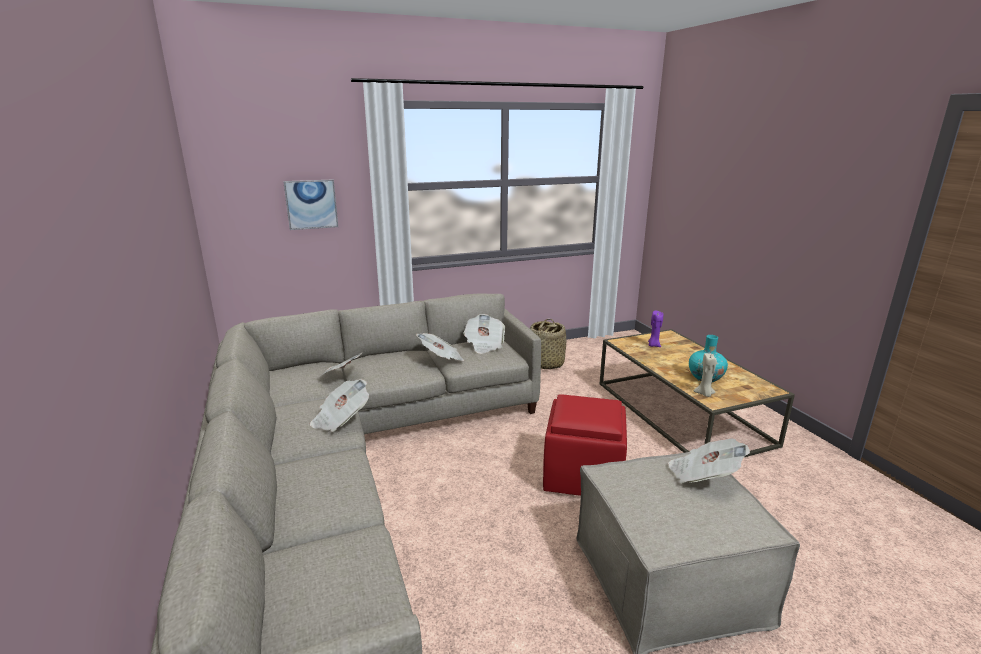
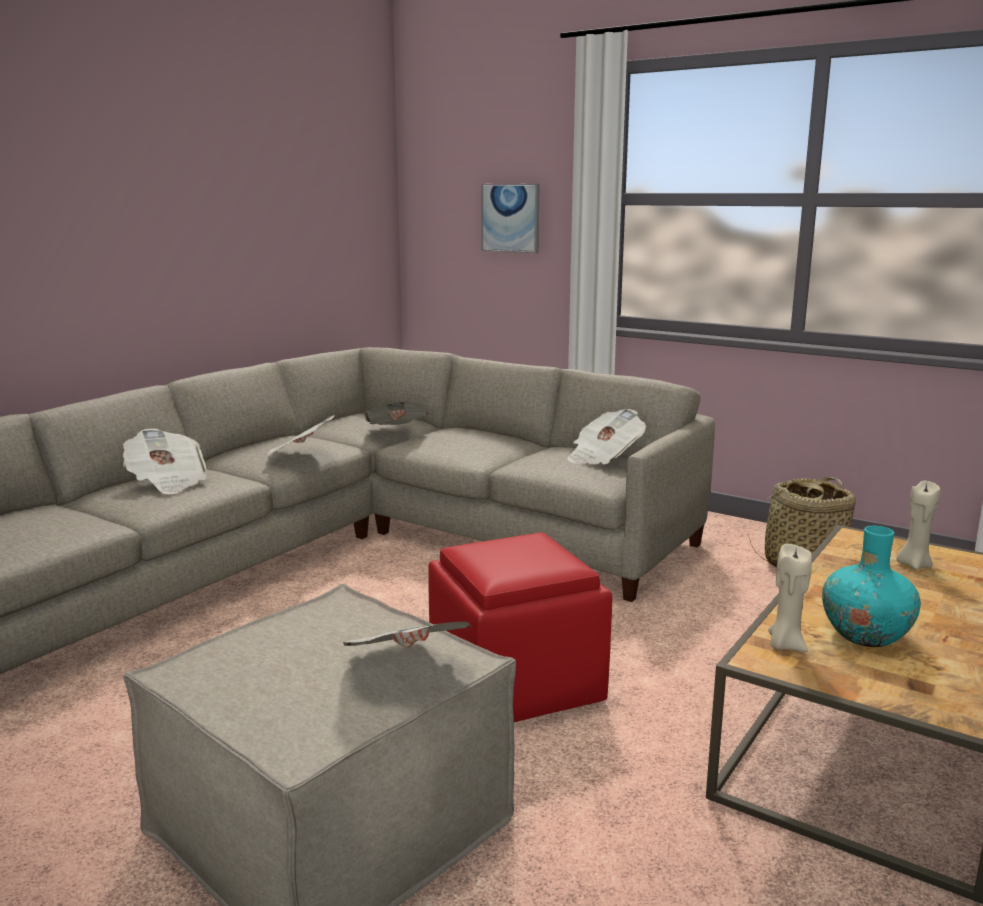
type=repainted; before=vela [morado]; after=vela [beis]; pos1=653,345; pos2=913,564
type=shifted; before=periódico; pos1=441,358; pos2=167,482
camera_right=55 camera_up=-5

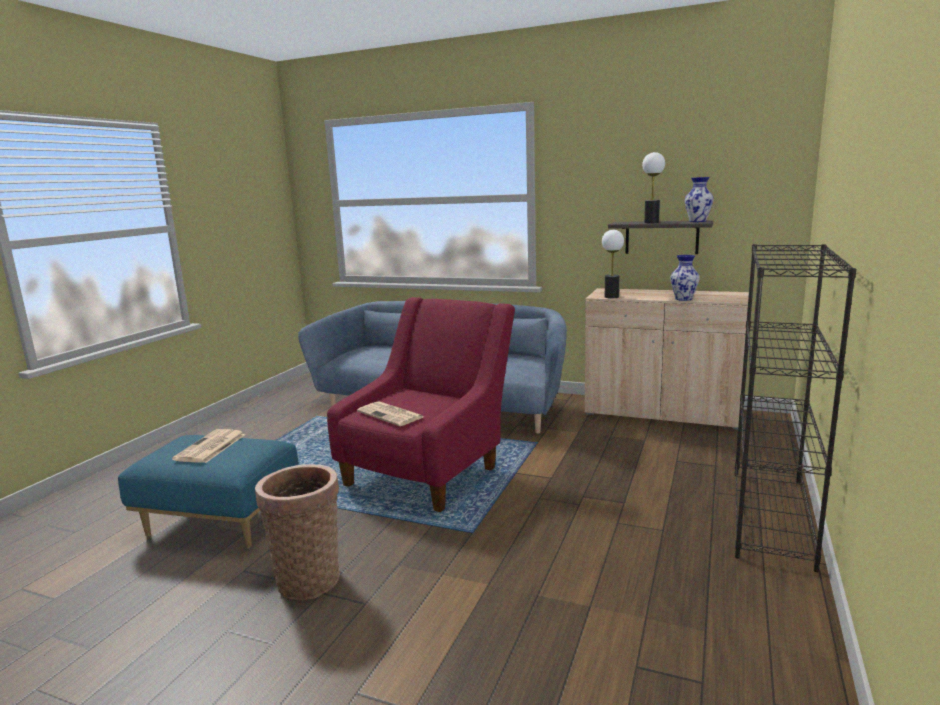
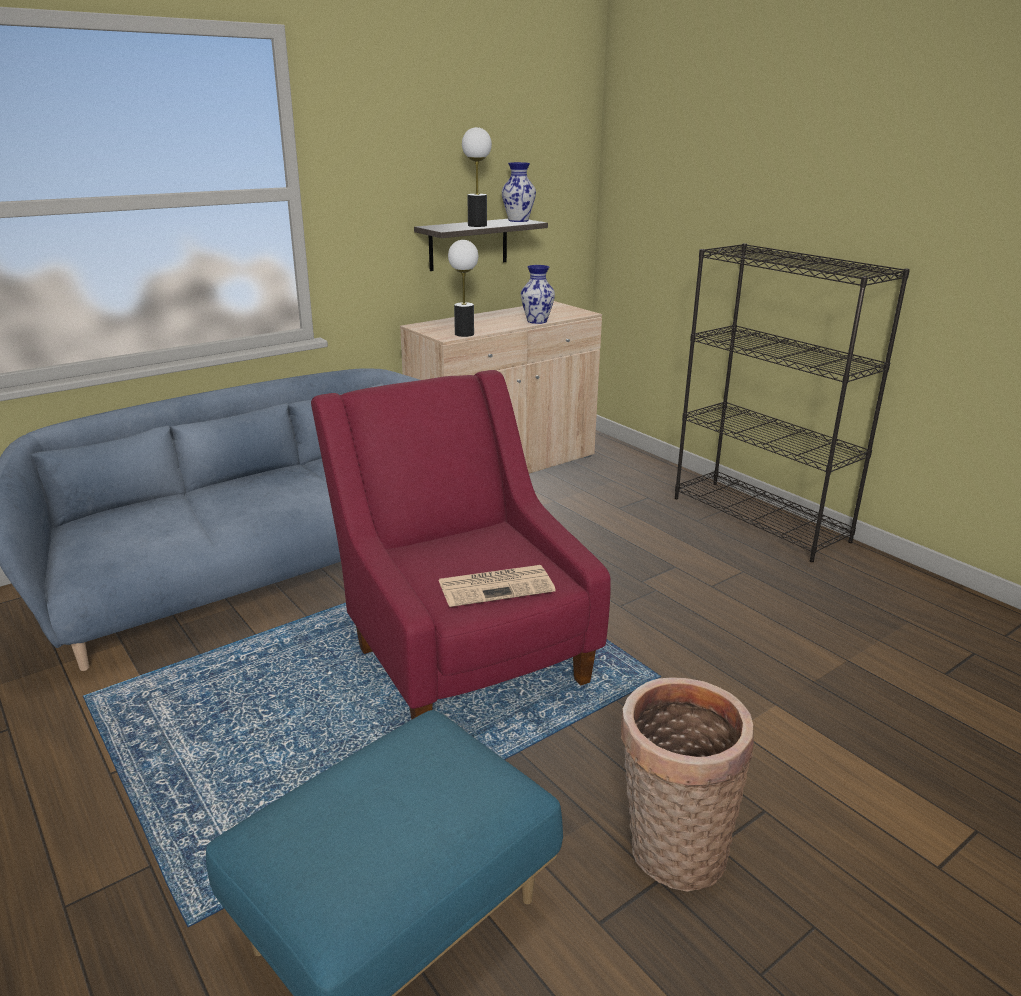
type=gone; before=periódico; pos1=210,447
camera_right=-60 camera_up=10

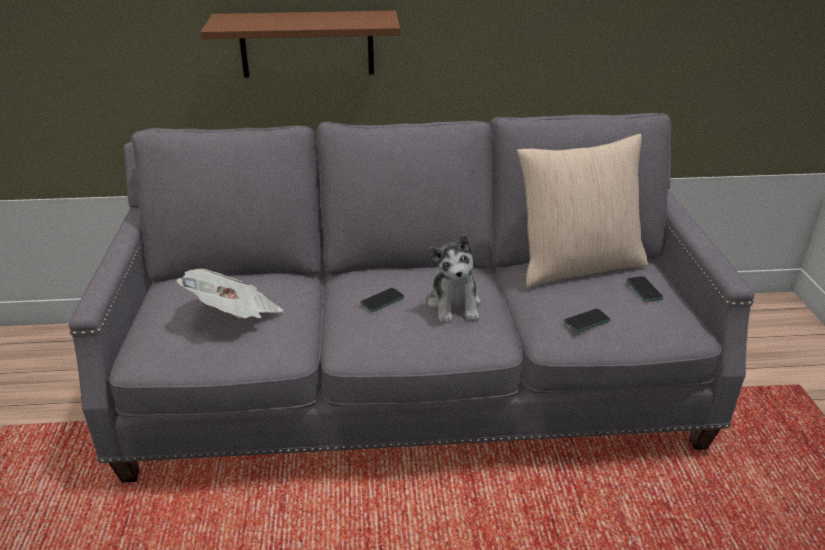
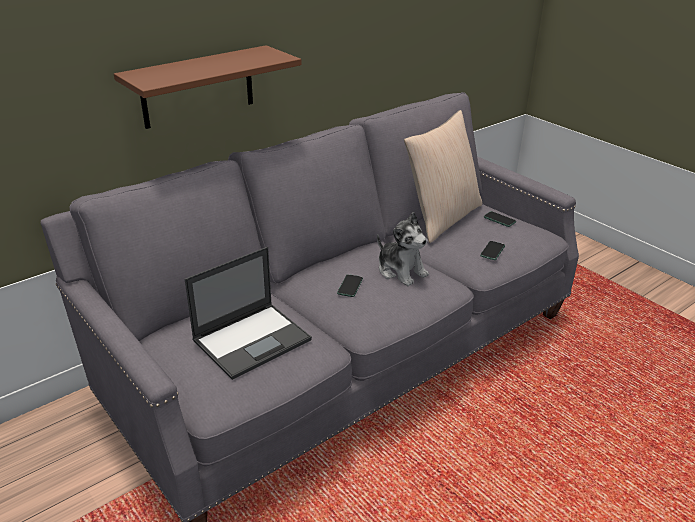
type=swapped; before=periódico; after=portátil; pos1=235,315; pos2=253,339
camera_right=-35 camera_up=0

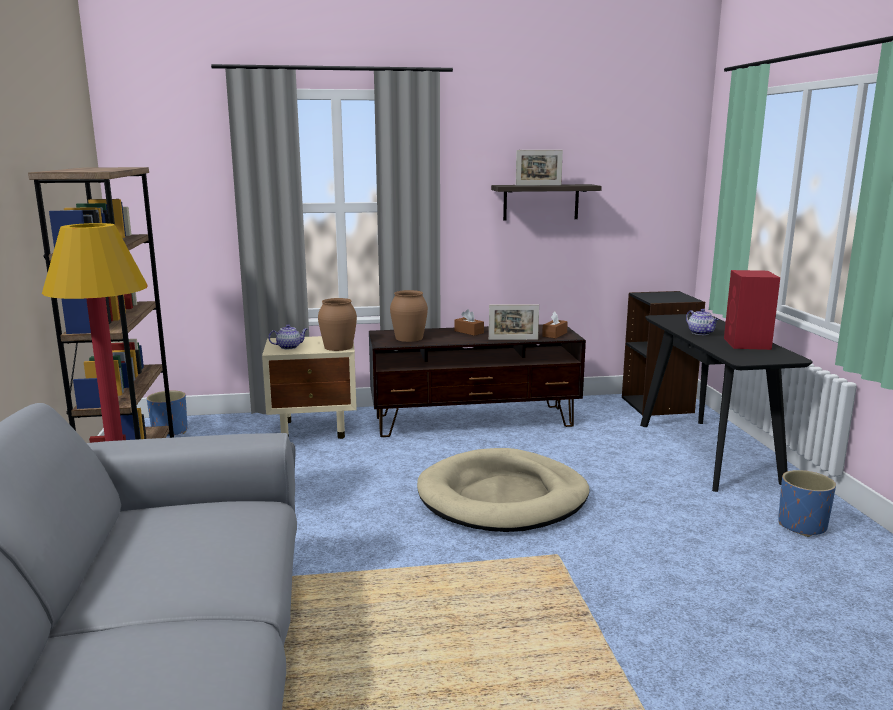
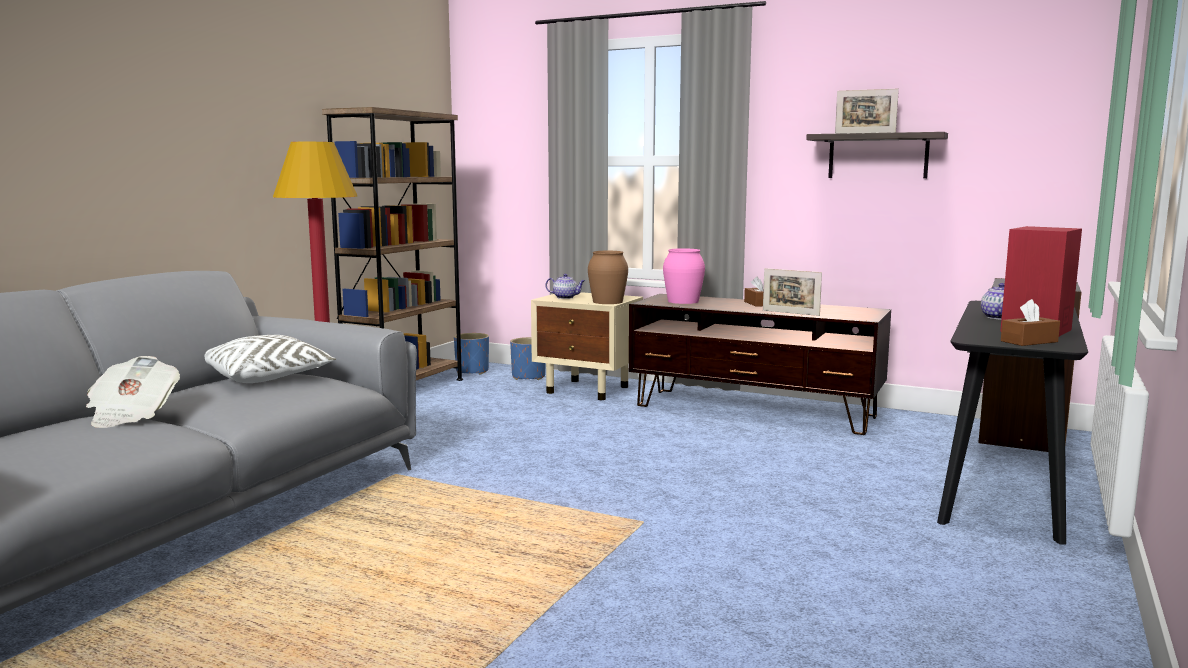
type=repainted; before=florero [marrón]; after=florero [rosa]; pos1=409,338; pos2=683,301
type=shifted; before=caja de pañuelos [marrón]; pos1=554,334; pos2=1029,341
type=gone; before=cama para perro [beis]; pos1=503,497
type=shifted; before=maceta [azul]; pos1=802,526; pos2=528,377
type=new; after=cojín [blanco]; pos2=268,377
type=new; after=periódico; pos2=132,415
camera_right=35 camera_up=-5

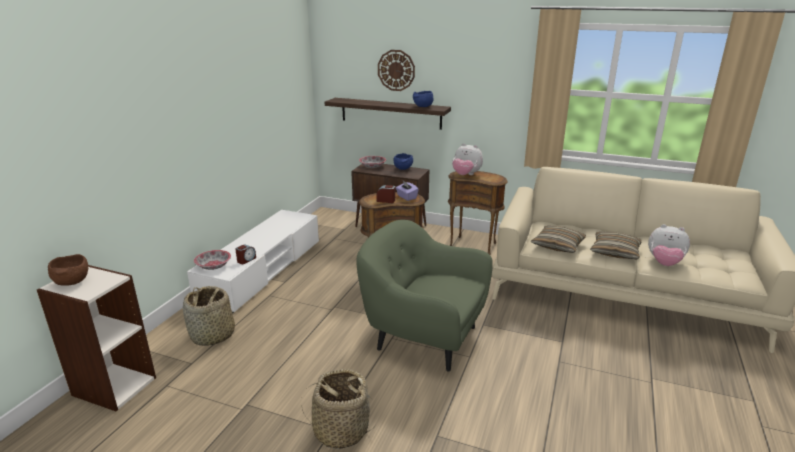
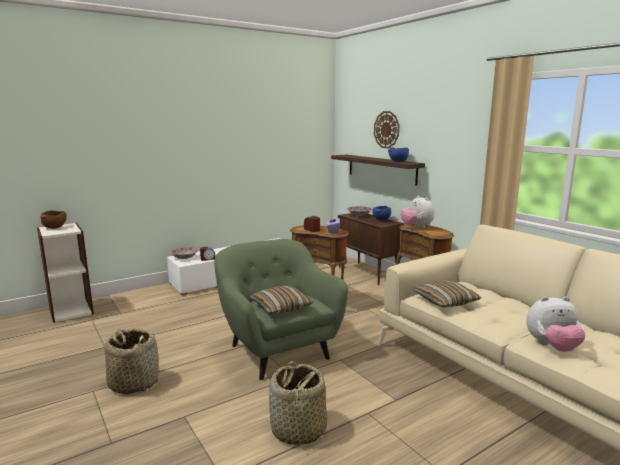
type=rotated; before=peluche; pos1=664,263; pos2=552,347; turn=-60
type=shifted; before=cojín; pos1=615,252; pos2=281,307
type=shifted; before=cesta; pos1=212,335; pos2=298,430
camera_right=35 camera_up=-10

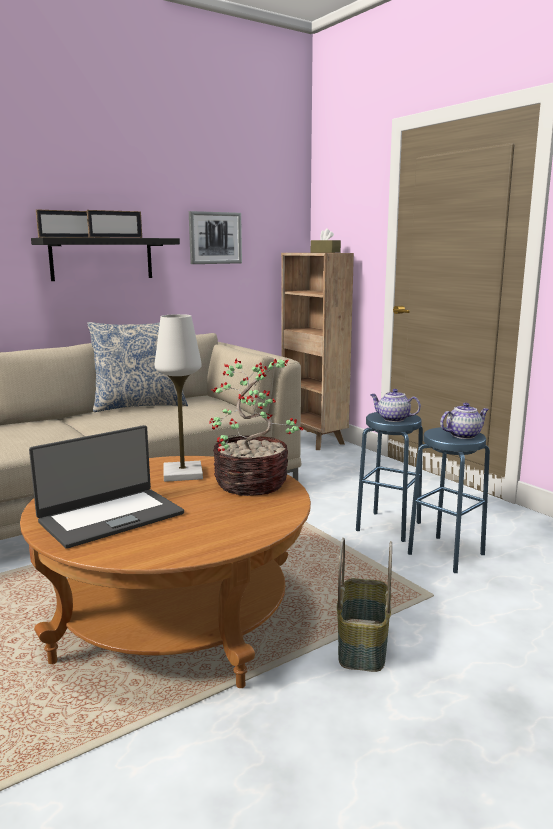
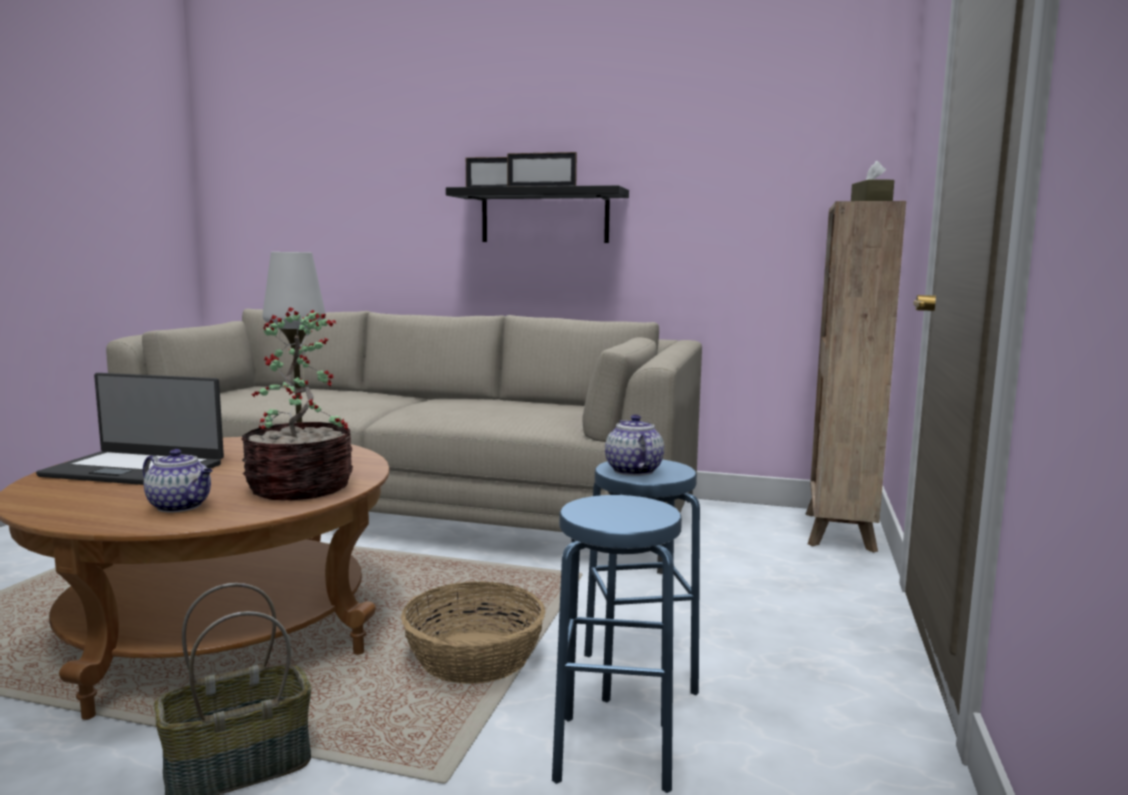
type=gone; before=cuadro; pos1=215,238
type=gone; before=cojín; pos1=140,406
type=shifted; before=tetera; pos1=463,435; pos2=181,506
type=new; after=cesta; pos2=473,658
camera_right=50 camera_up=-5

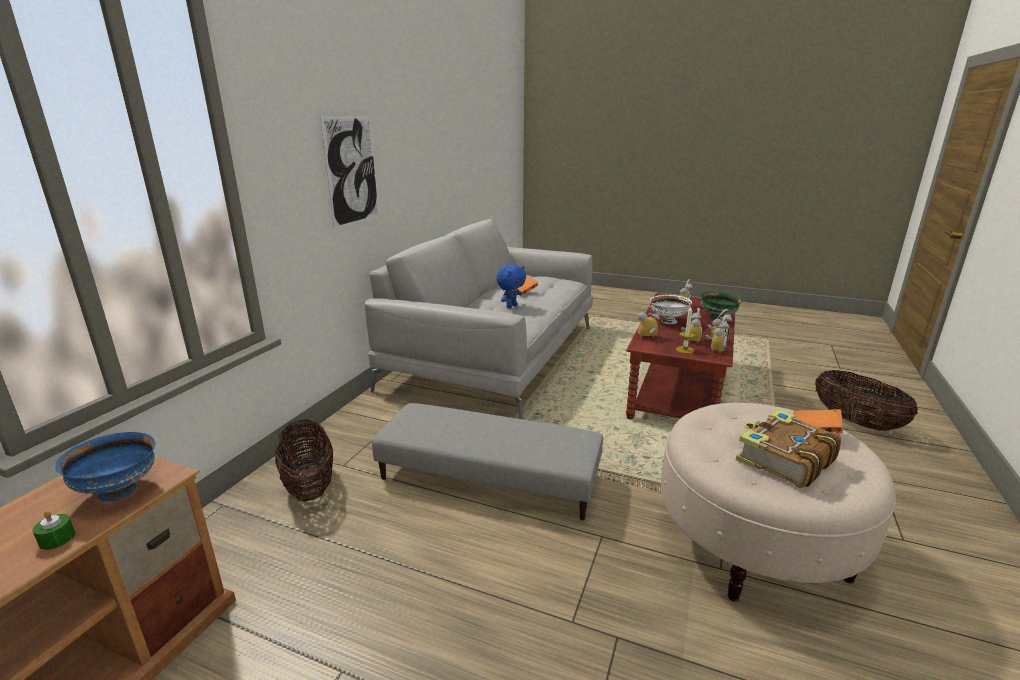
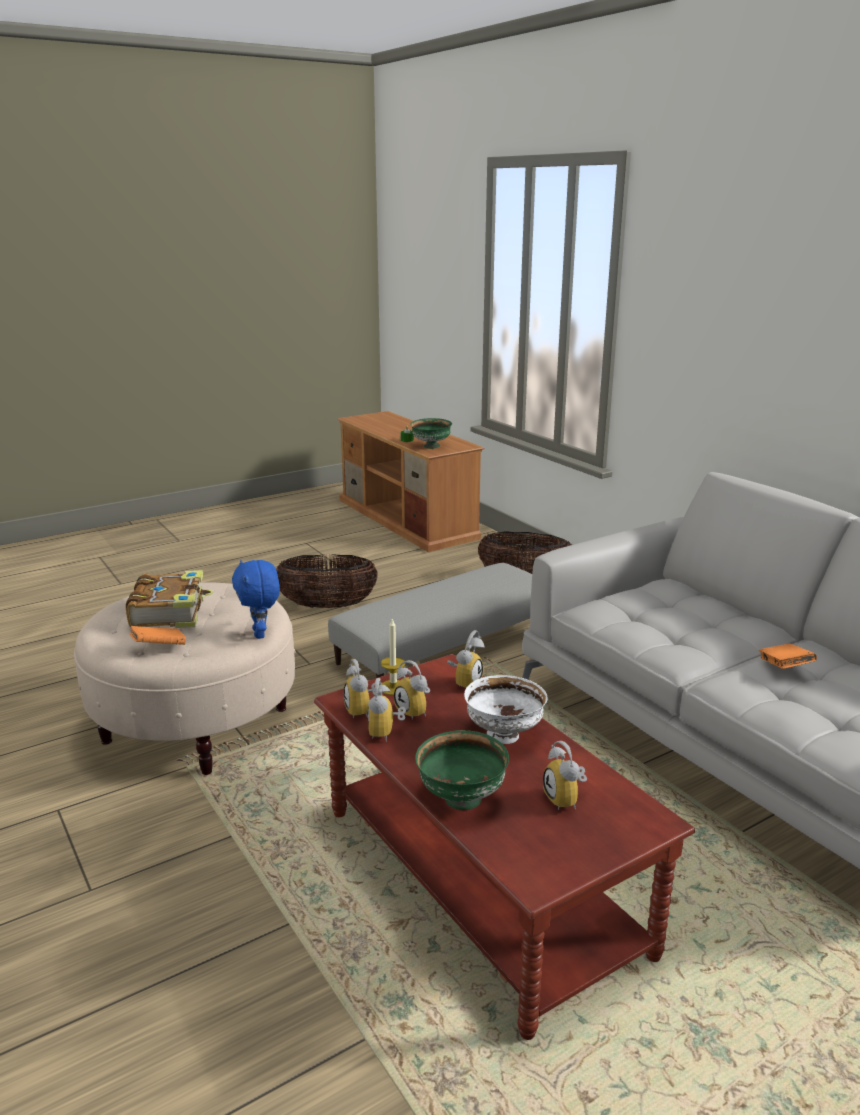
type=gone; before=cuadro; pos1=352,171
type=shifted; before=peluche [azul]; pos1=511,306; pos2=261,634
type=shifted; before=cesta; pos1=856,422; pos2=327,606
type=repainted; before=cuenco [azul]; after=cuenco [verde]; pos1=120,490; pos2=431,446
camera_right=125 camera_up=0

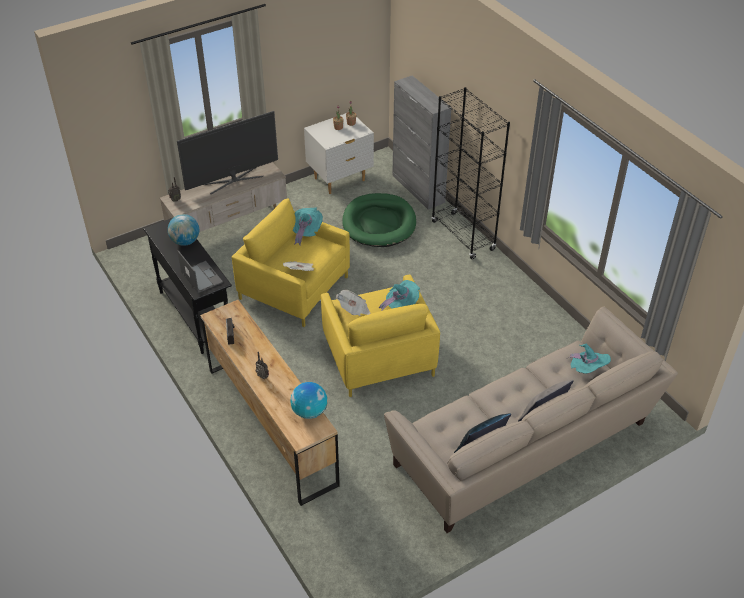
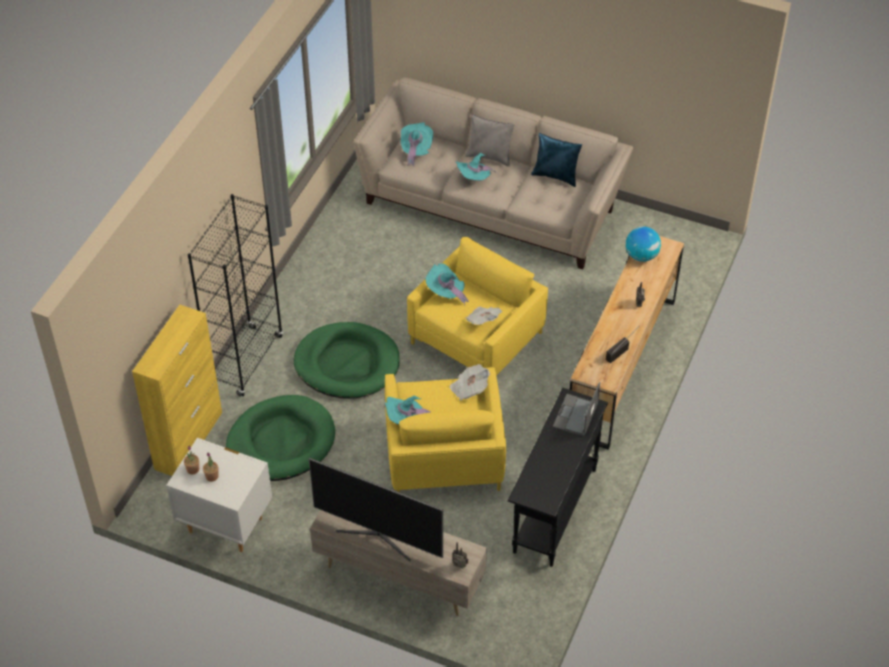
type=repainted; before=armario [gris]; after=armario [amarillo]; pos1=418,189; pos2=189,440
type=gone; before=globo terráqueo; pos1=185,241
type=new; after=sombrero [turquesa]; pos2=474,179
type=new; after=cama para perro [verde]; pos2=347,364
camera_right=-125 camera_up=5

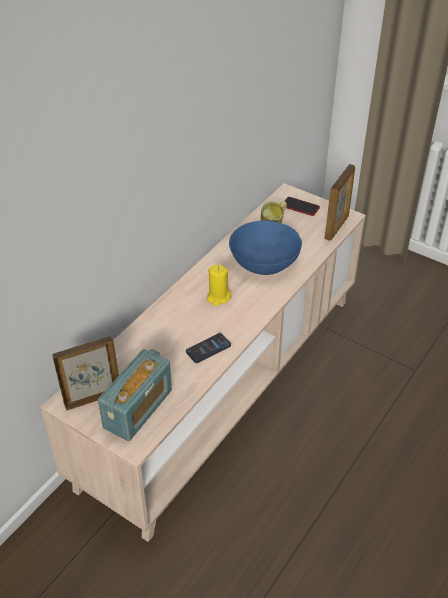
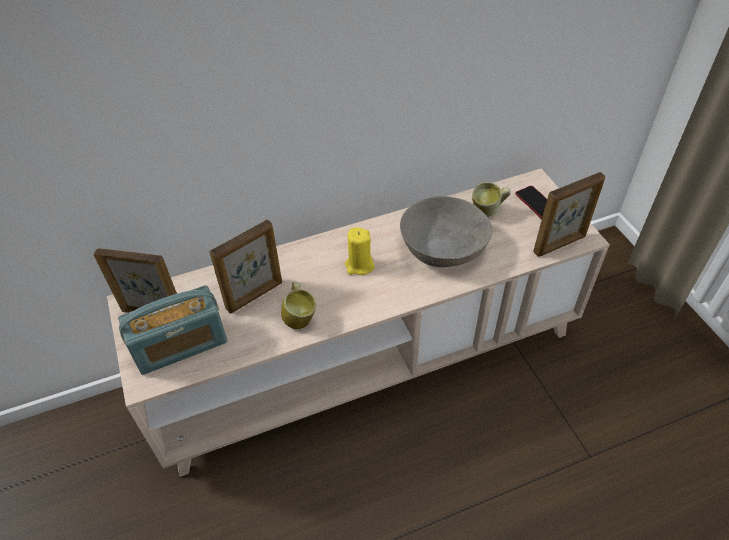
type=repainted; before=cuenco [azul]; after=cuenco [gris]; pos1=264,260; pos2=443,246
type=swapped; before=móvil; after=taza grande; pos1=208,348; pos2=300,317
type=new; after=portarretratos; pos2=255,296
camera_right=35 camera_up=5

